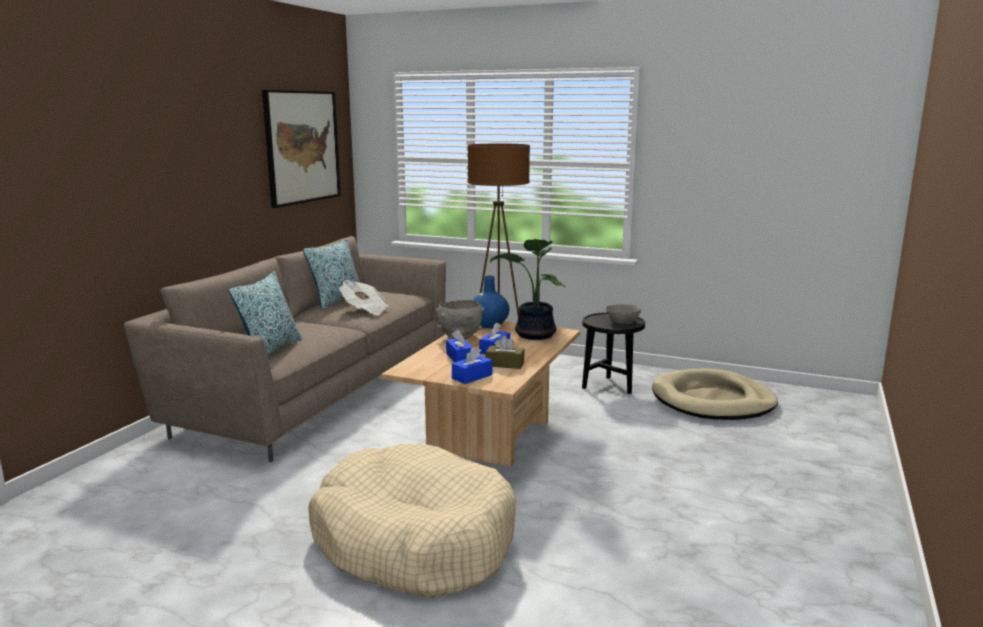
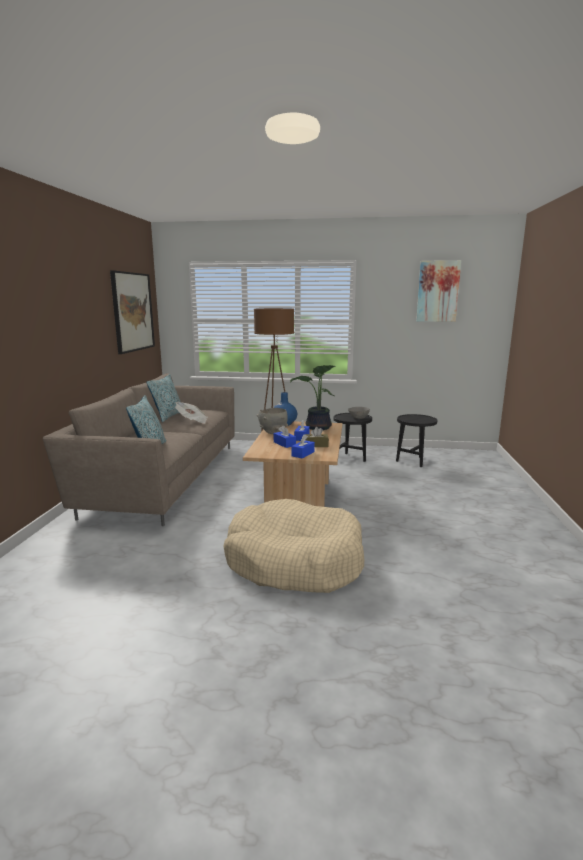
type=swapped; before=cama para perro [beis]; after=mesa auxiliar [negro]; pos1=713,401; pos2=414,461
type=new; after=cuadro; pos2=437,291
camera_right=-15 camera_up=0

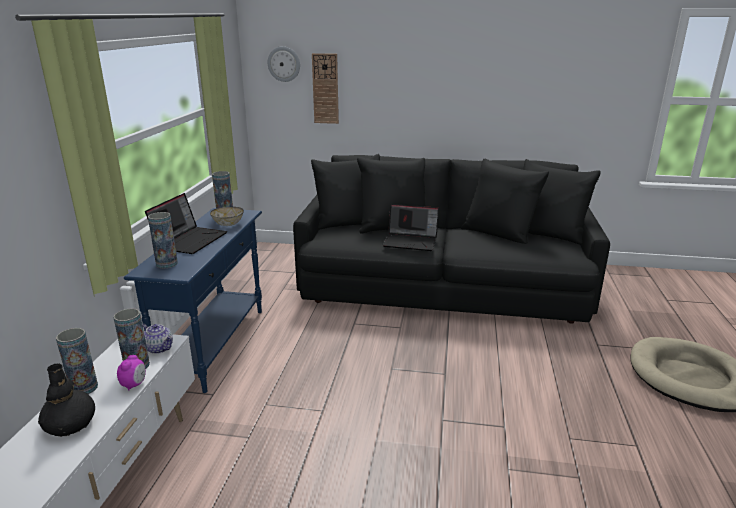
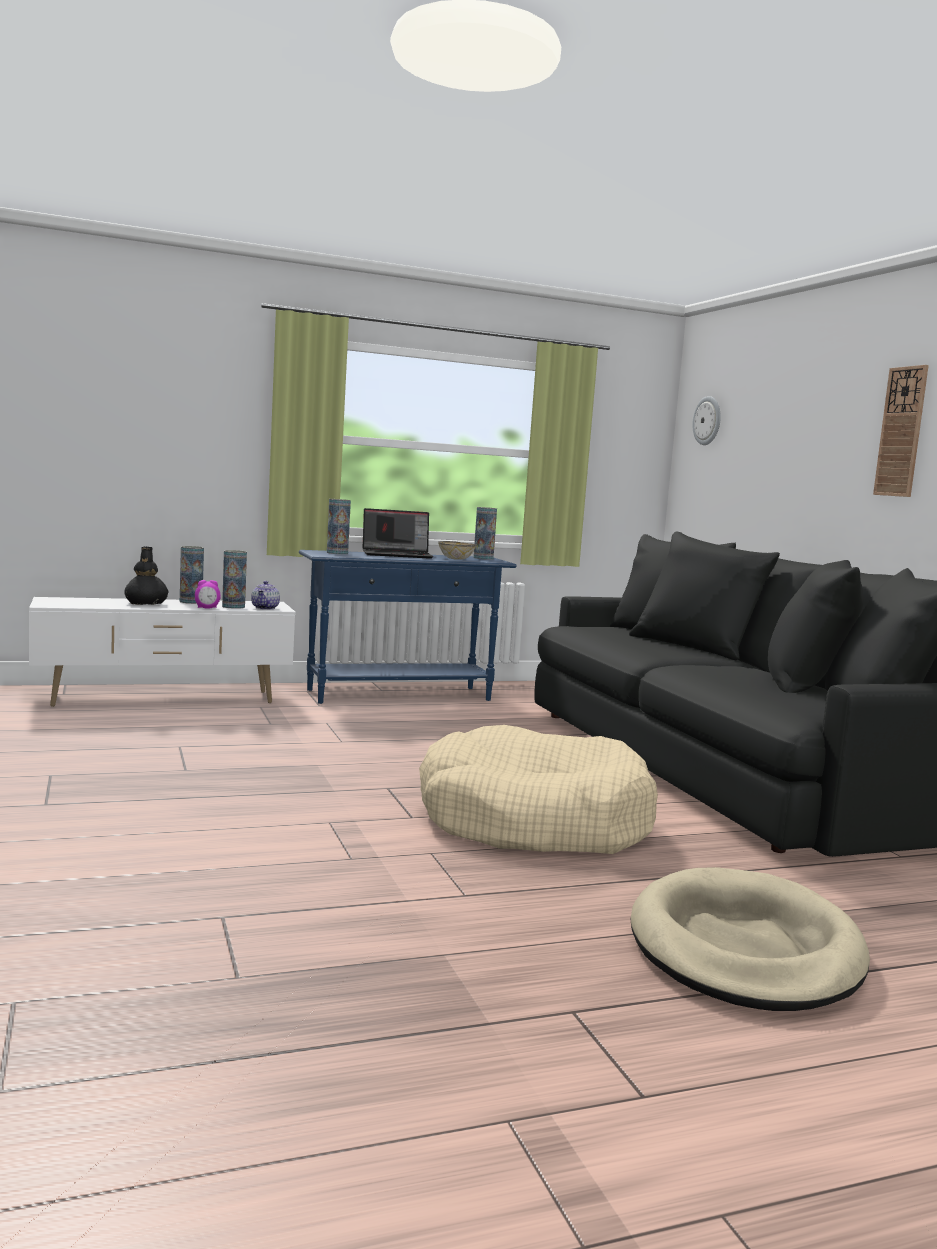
type=shifted; before=reloj de pared; pos1=325,89; pos2=901,432
type=gone; before=portátil; pos1=411,241
type=new; after=cama para perro [beis]; pos2=533,821
camera_right=60 camera_up=-15

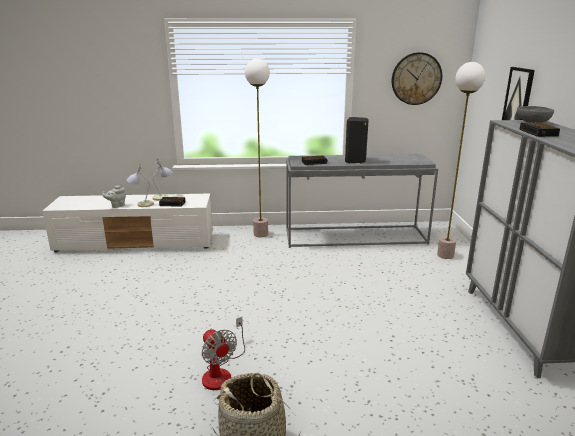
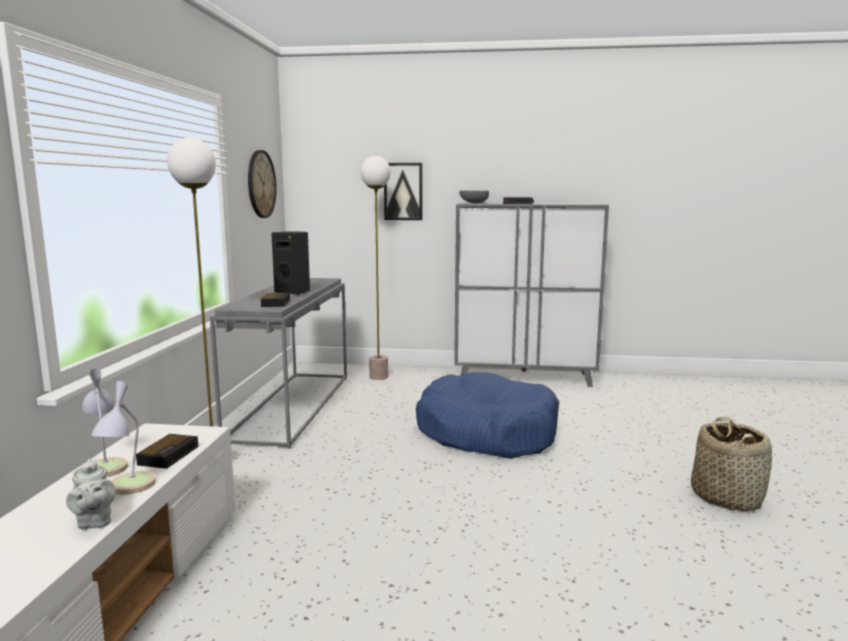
type=gone; before=ventilador; pos1=221,372
type=new; after=cama para perro [azul]; pos2=486,433
camera_right=-80 camera_up=-10

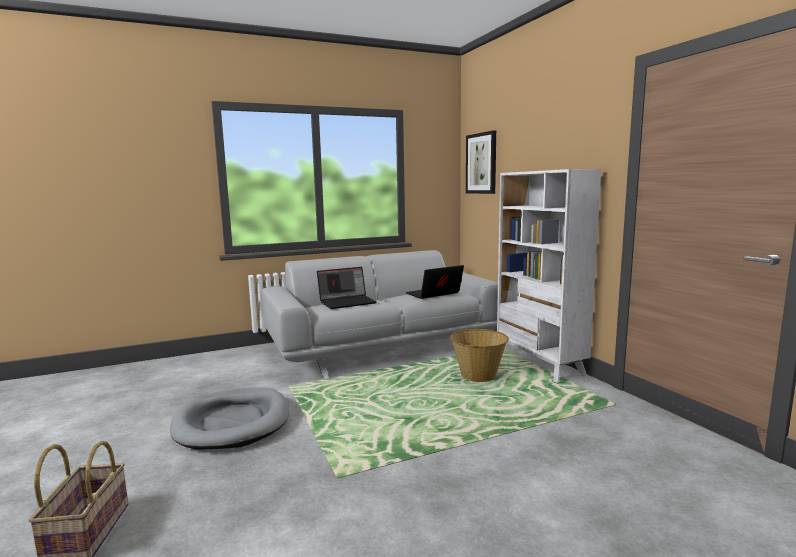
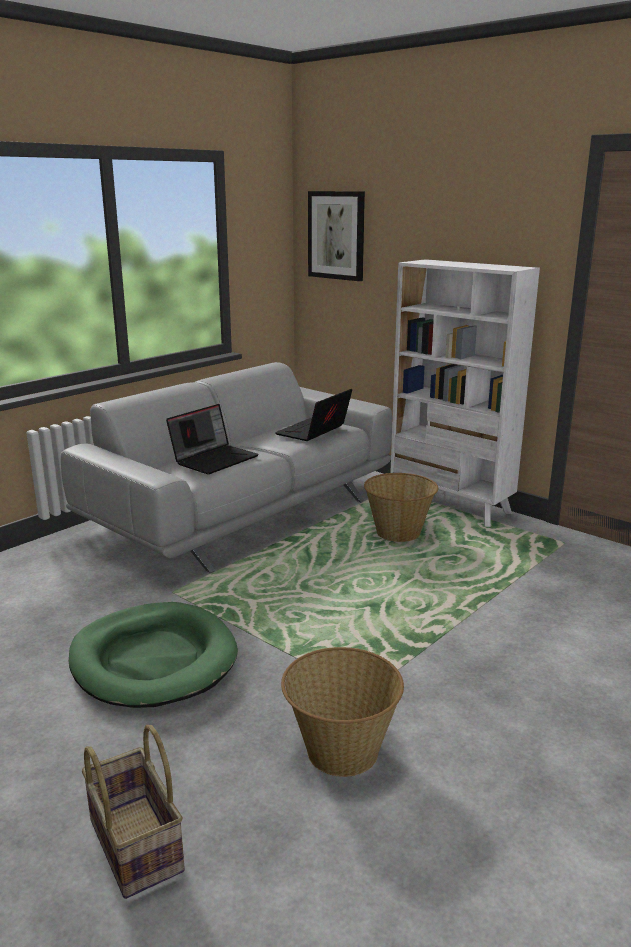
type=repainted; before=cama para perro [gris]; after=cama para perro [verde]; pos1=232,422; pos2=153,660
type=new; after=cesta; pos2=341,751
camera_right=-25 camera_up=10

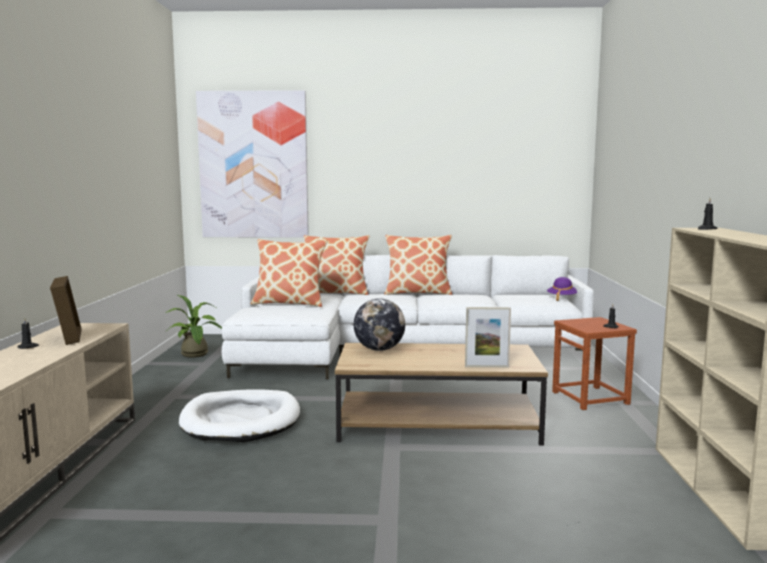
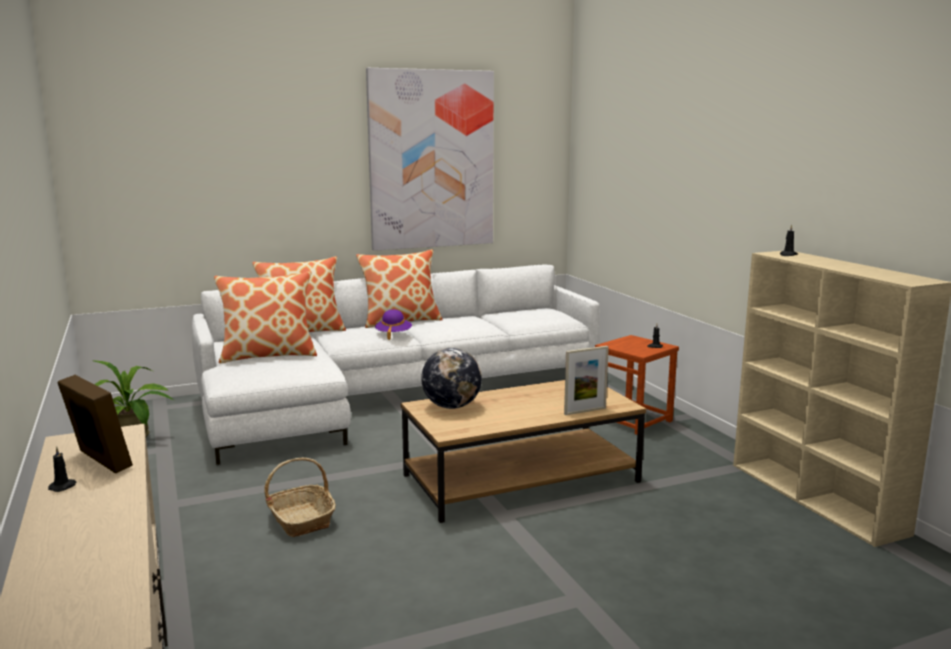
type=shifted; before=cuadro; pos1=253,165; pos2=431,160
type=shifted; before=sombrero [morado]; pos1=562,298; pos2=393,334
type=swapped; before=cama para perro [blanco]; after=cesta; pos1=241,420; pos2=300,519
camera_right=-25 camera_up=5

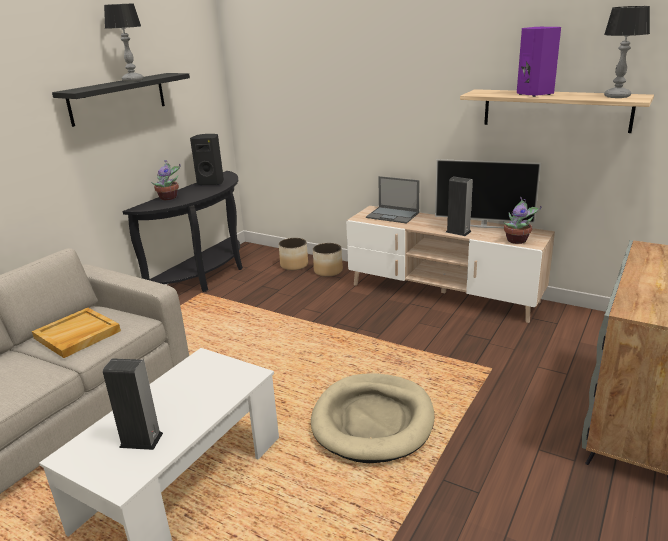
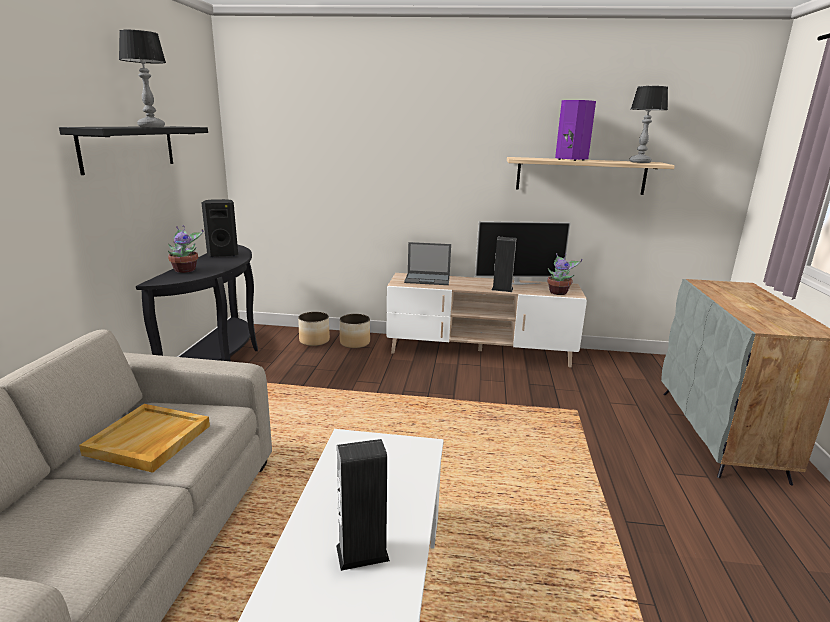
type=gone; before=cama para perro [beis]; pos1=373,421
camera_right=-25 camera_up=-5

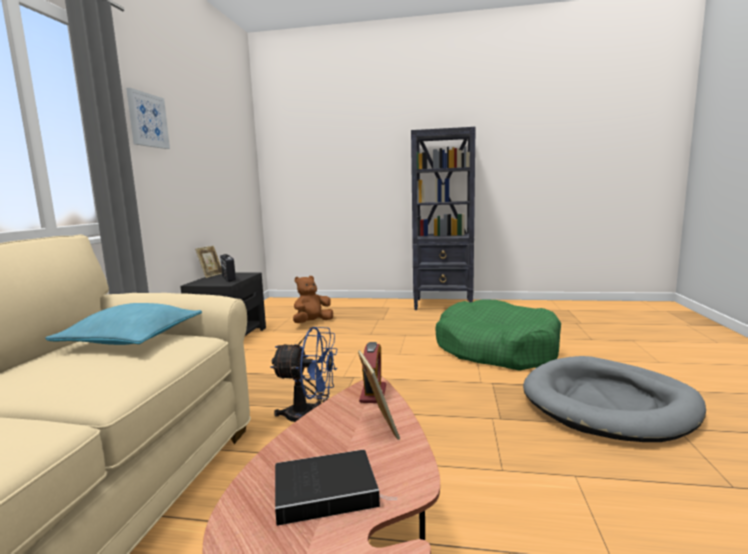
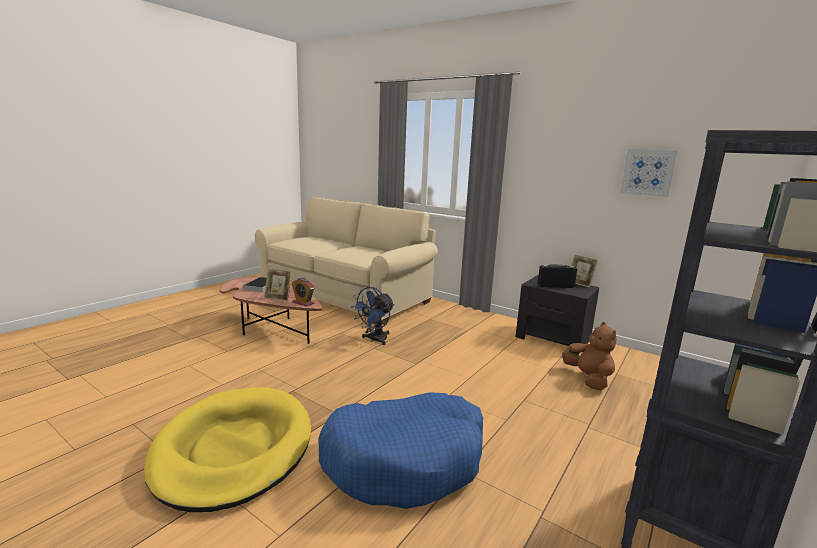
type=shifted; before=cuadro; pos1=147,120; pos2=648,172
type=repainted; before=cama para perro [verde]; after=cama para perro [azul]; pos1=496,349; pos2=405,460
type=gone; before=cojín [turquesa]; pos1=132,339
type=repainted; before=cama para perro [gris]; after=cama para perro [amarillo]; pos1=608,403; pos2=234,449
camera_right=115 camera_up=5

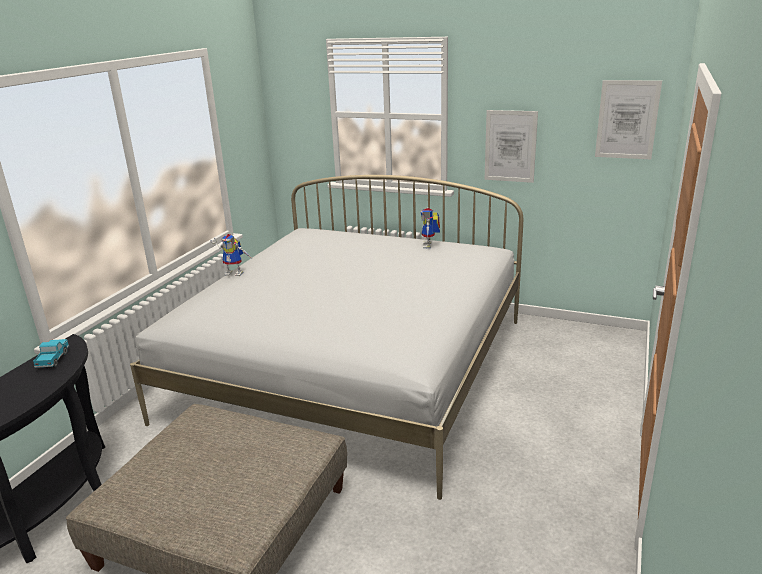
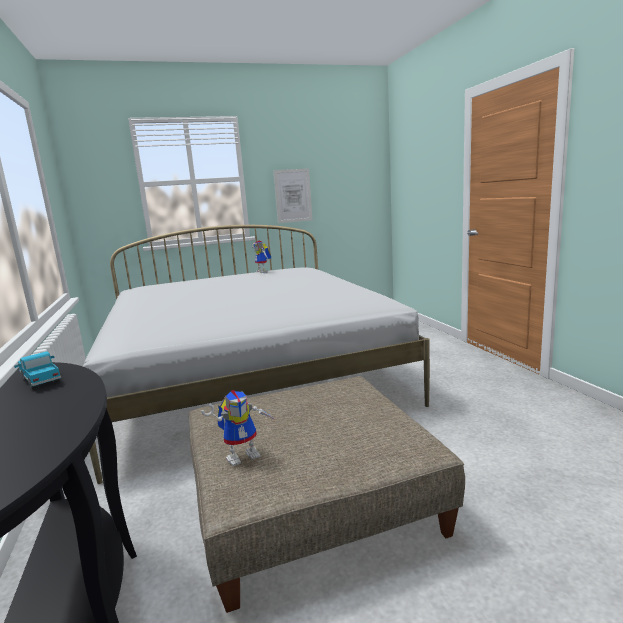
type=gone; before=cuadro; pos1=627,120
type=shifted; before=robot de juguete; pos1=236,273; pos2=244,454
camera_right=-40 camera_up=-10

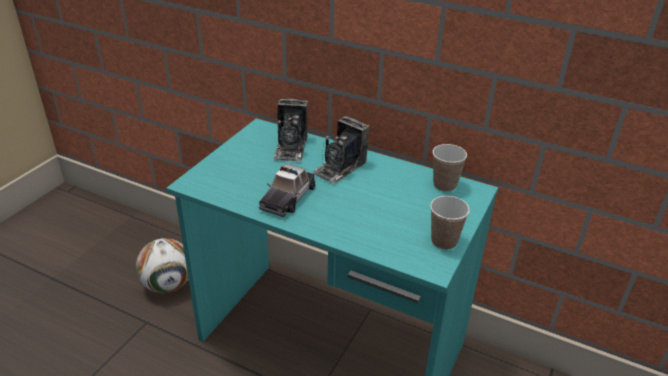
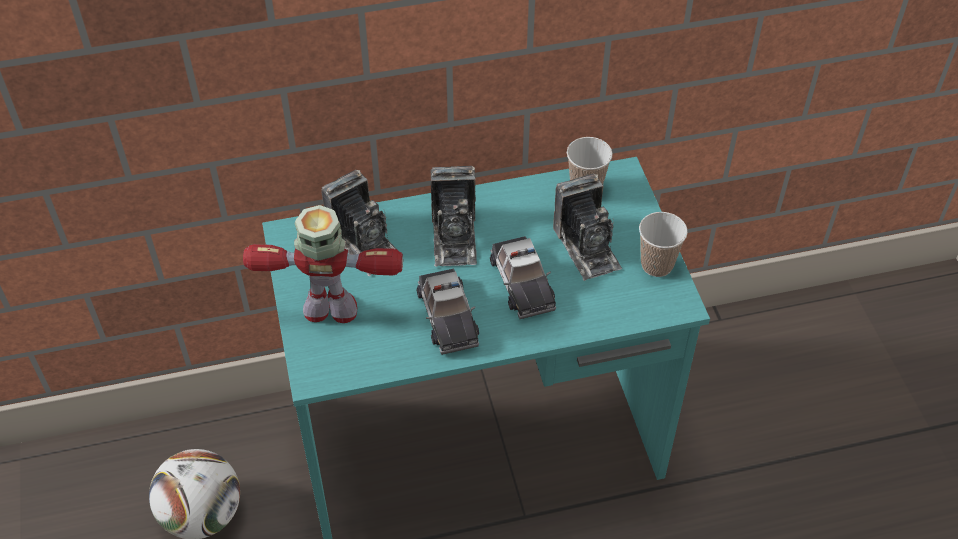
type=new; after=cámara; pos2=586,247
type=new; after=robot de juguete; pos2=332,310
type=new; after=coche de juguete; pos2=522,283
camera_right=-40 camera_up=15

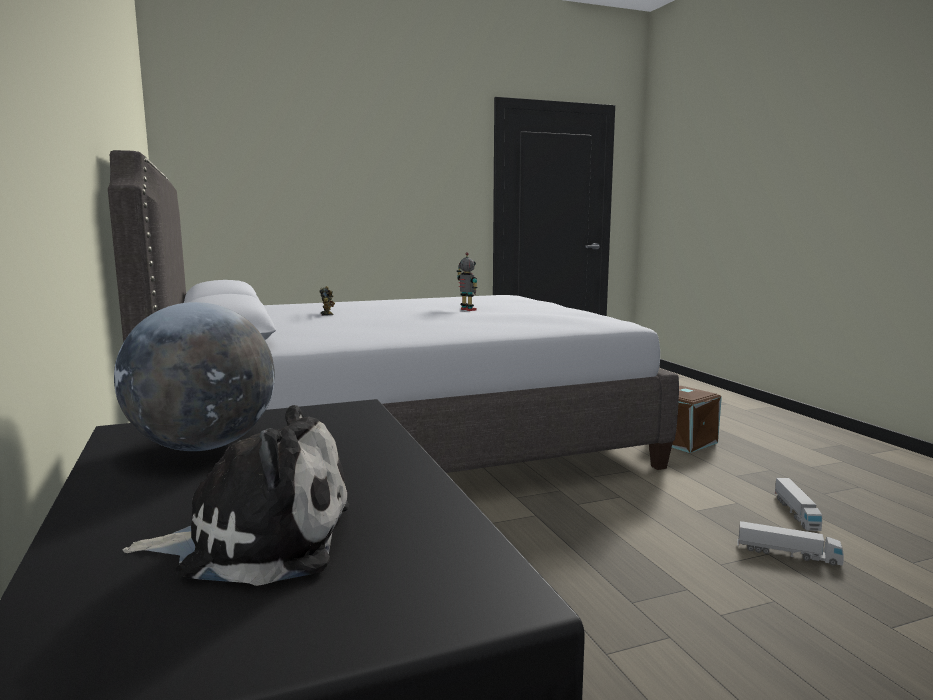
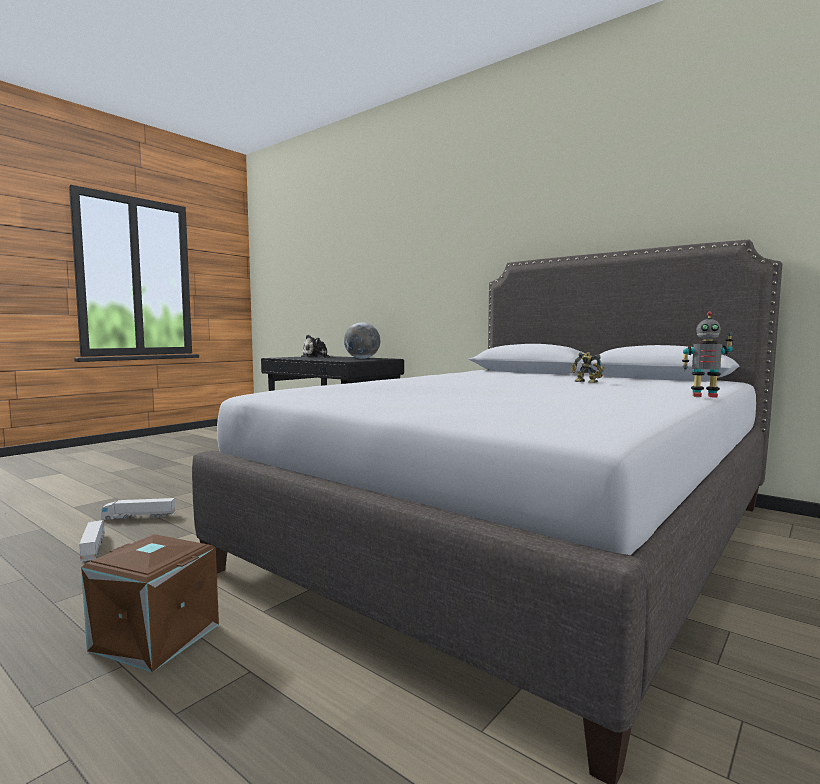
type=shifted; before=robot de juguete; pos1=467,310; pos2=704,396
camera_right=150 camera_up=-5

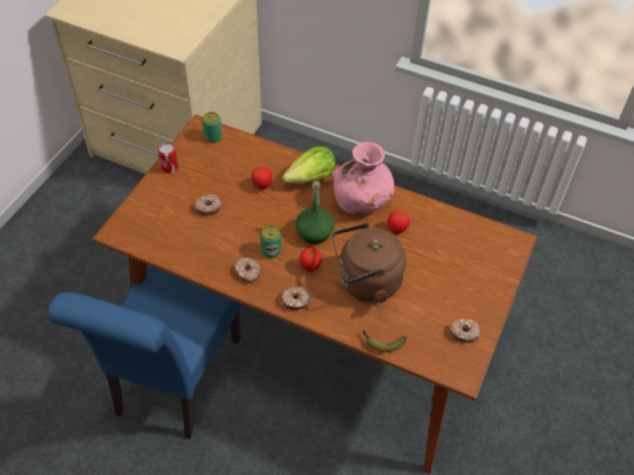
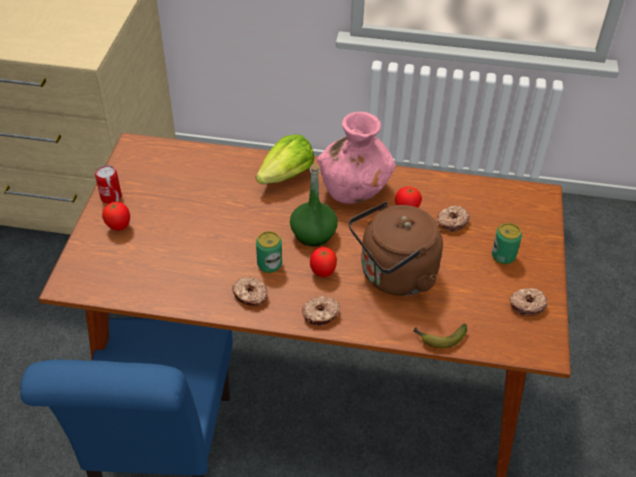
type=shifted; before=lata; pos1=213,137; pos2=503,256
type=shifted; before=tomate; pos1=262,185; pos2=119,226
type=shifted; before=rosquilla; pos1=208,207; pos2=451,222
camera_right=-15 camera_up=-5

